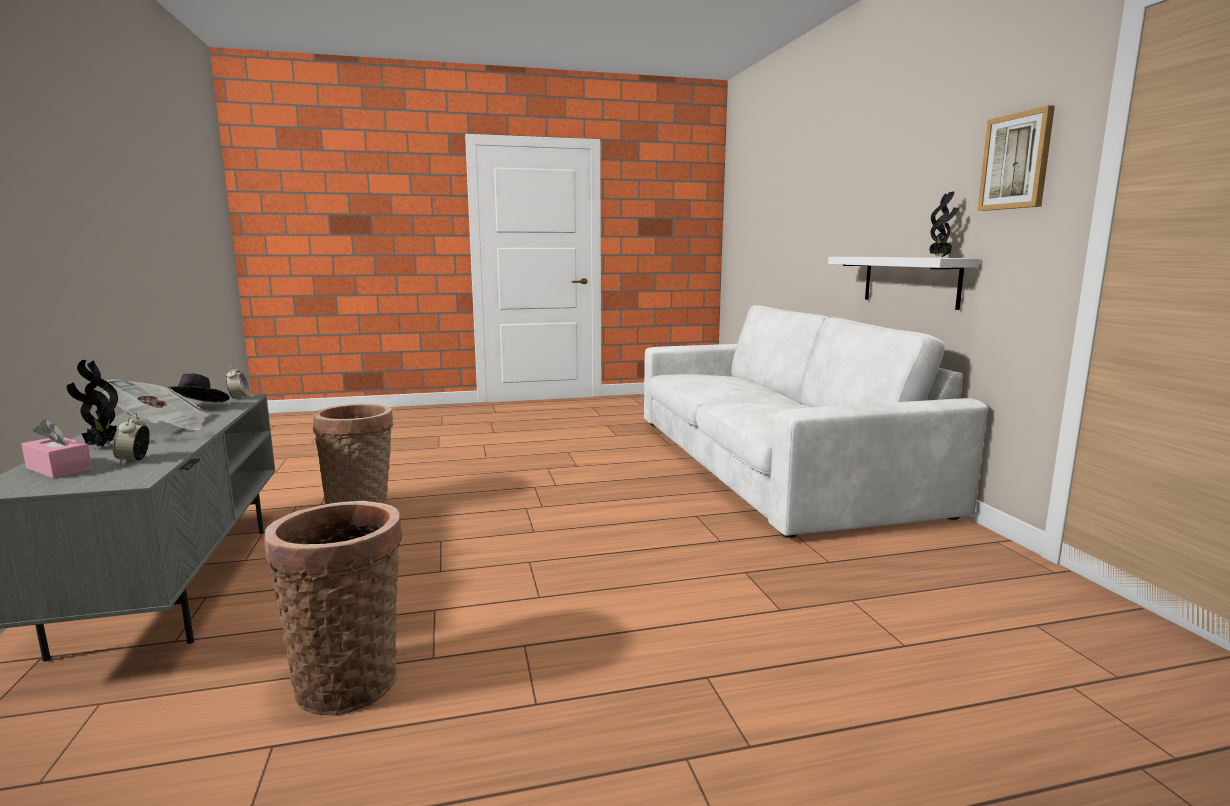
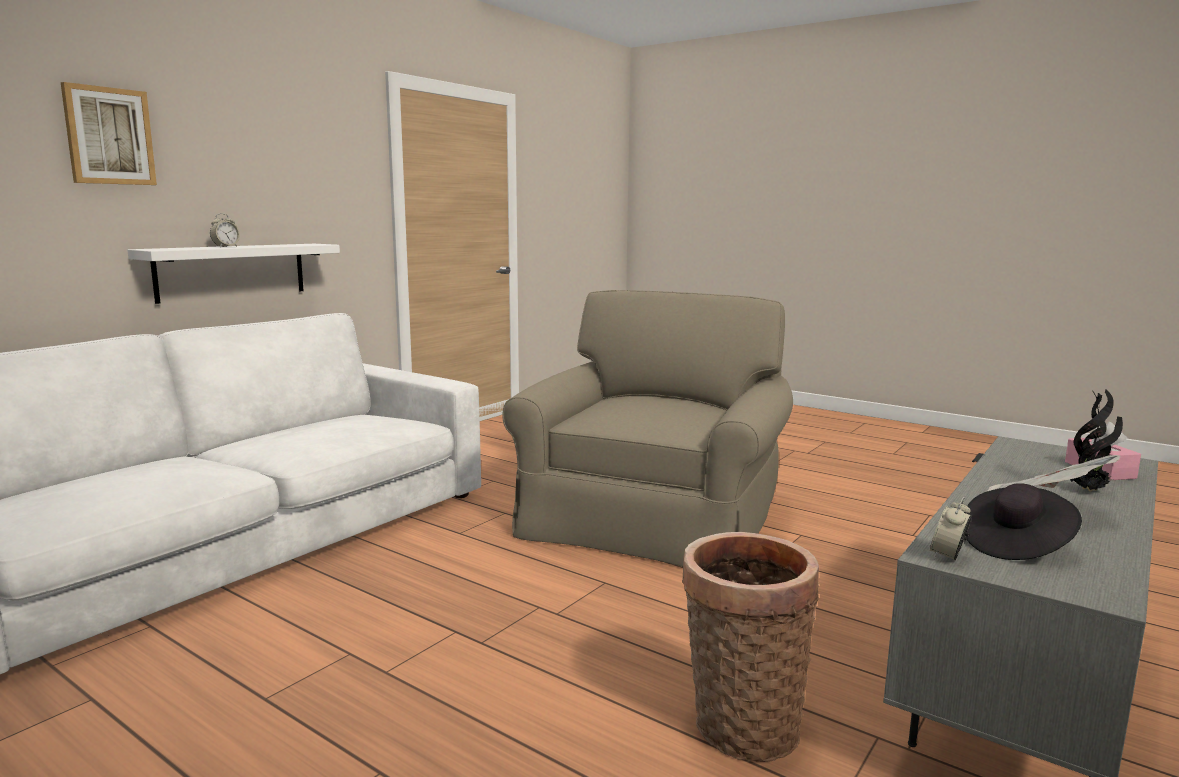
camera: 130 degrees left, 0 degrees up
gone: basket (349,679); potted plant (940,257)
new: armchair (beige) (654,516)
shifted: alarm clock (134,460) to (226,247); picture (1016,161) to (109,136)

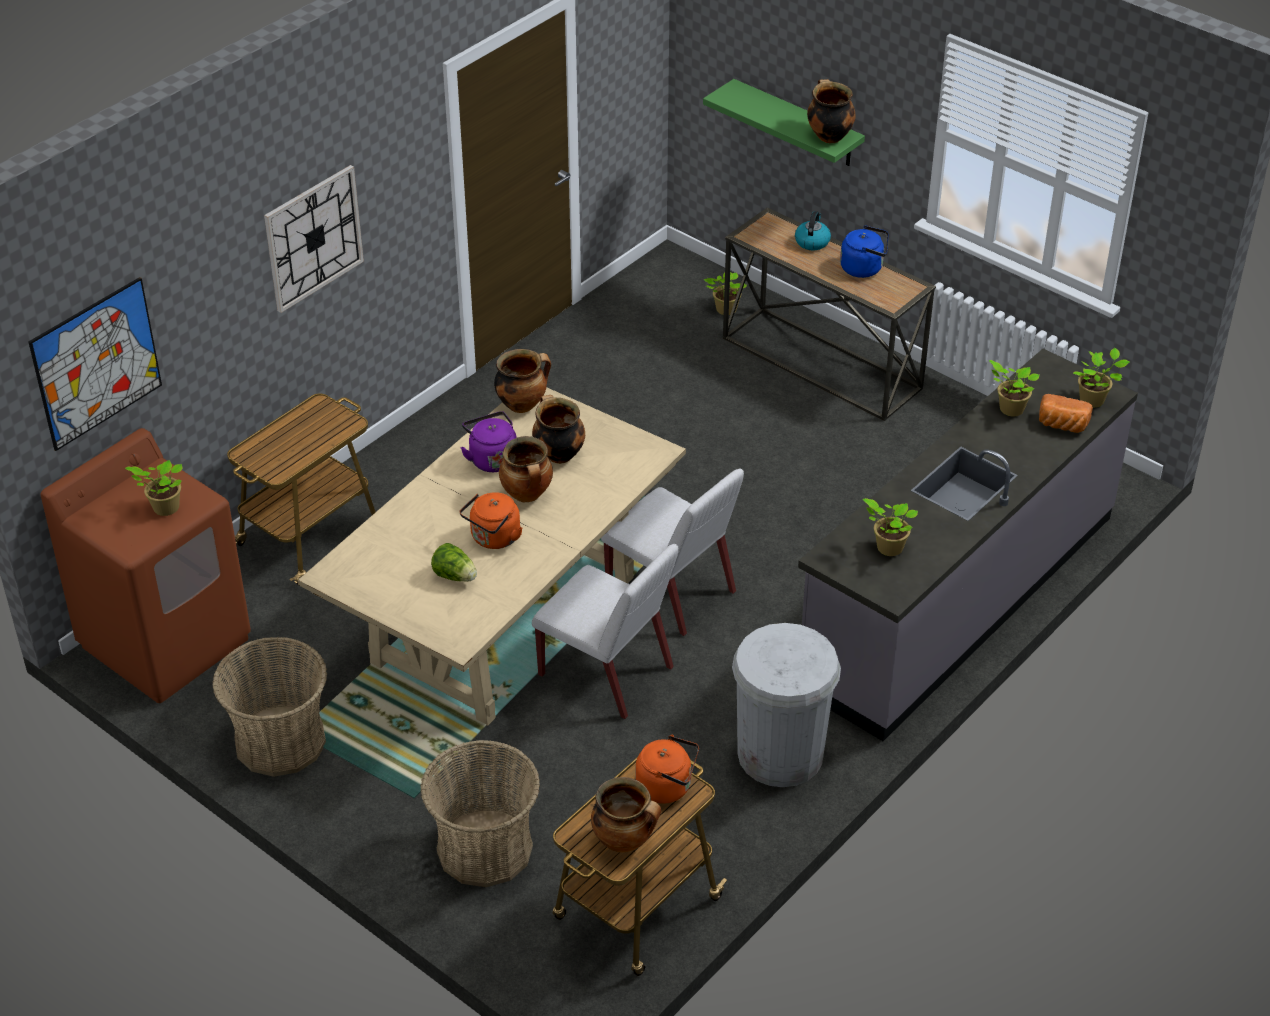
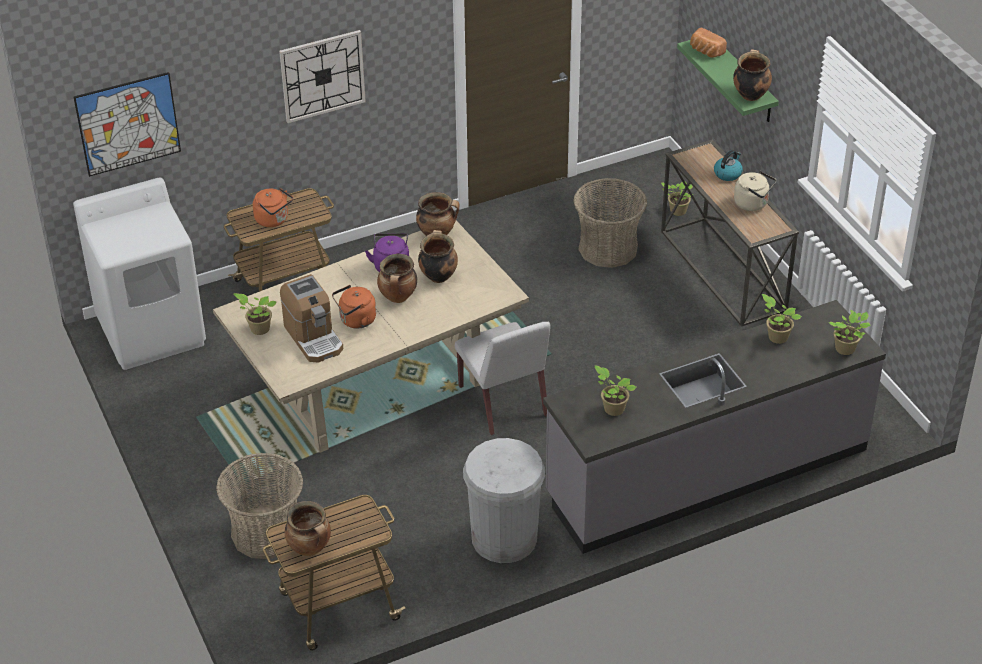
camera: 25 degrees right, 0 degrees up
gone: chair (white) (607,672)
shifted: potted plant (164,508) to (258,329); basket (280,741) to (608,248); kettle (orange) (667,787) to (273,220); bread (1061,425) to (705,52)
swapped: lettuce (455,576) to coffee machine (313,338)
repainted: washing machine (brown) (166,642) to washing machine (white) (152,331); kettle (blue) (864,268) to kettle (beige) (753,204)

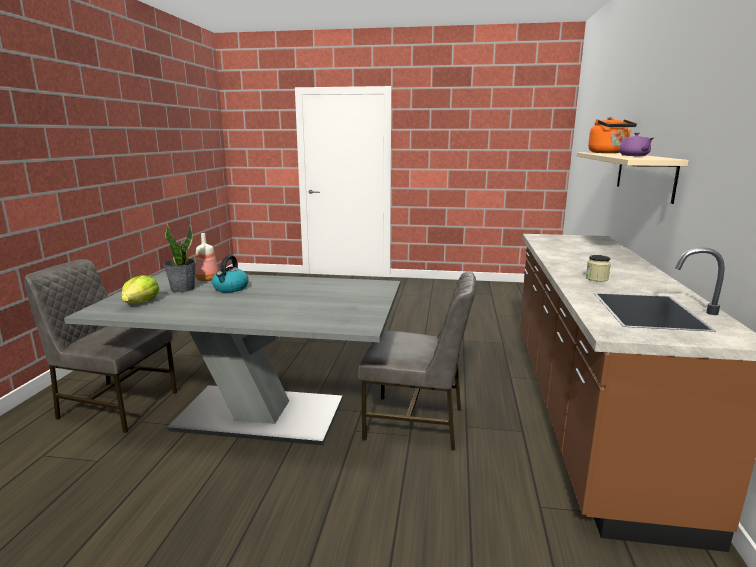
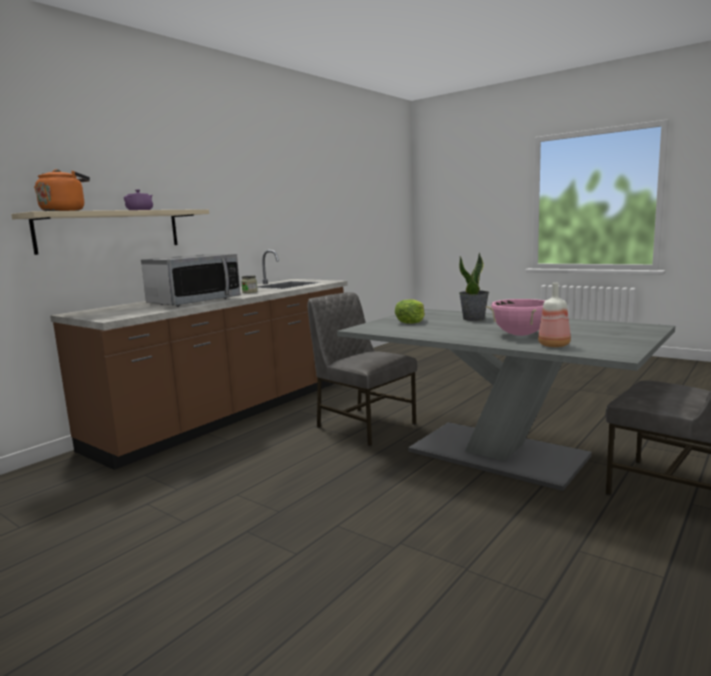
camera: 150 degrees left, 5 degrees down
new: microwave (194,301)
shifted: lettuce (141,303) to (411,322); potted plant (182,289) to (474,319)
swapped: kettle (230,288) to cooking pot (pink) (520,335)

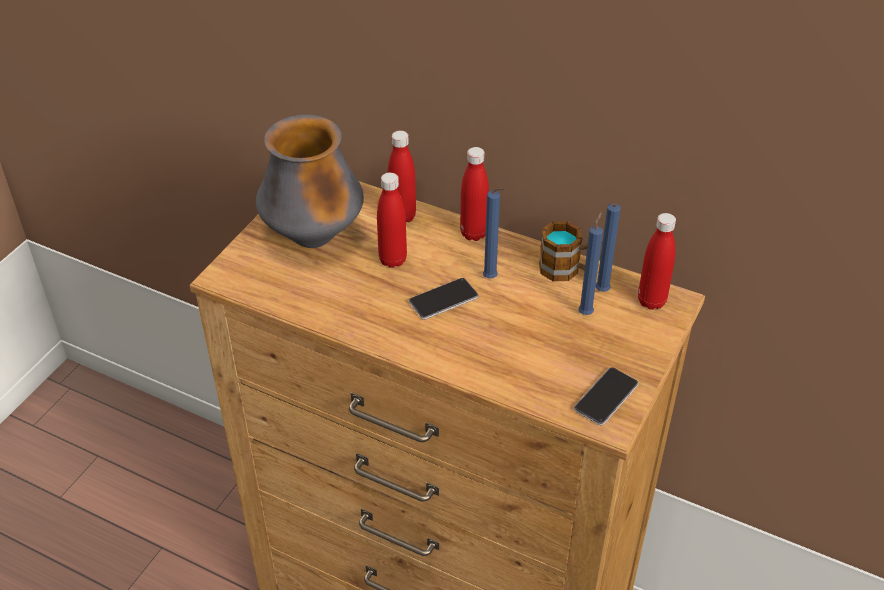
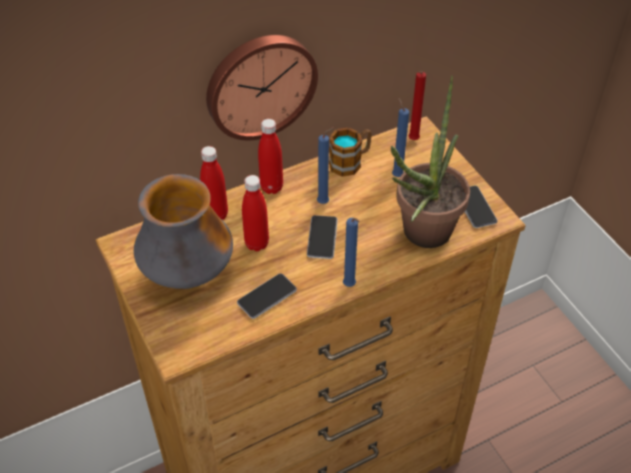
camera: 55 degrees left, 5 degrees up
new: wall clock (259,85); phone (267,297); potted plant (421,237)
shifted: candle (blue) (601,292) to (350,286)
swapped: bottle (red) (651,301) to candle (red) (412,141)

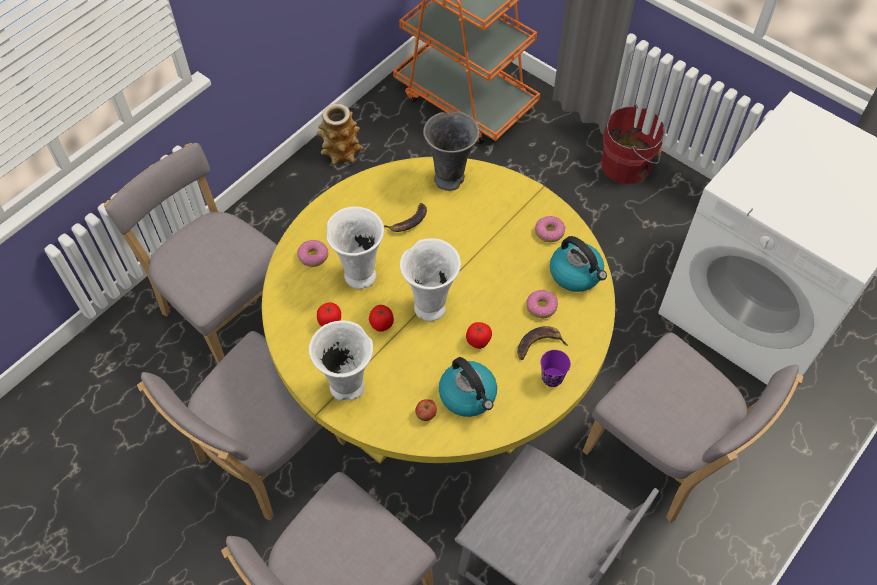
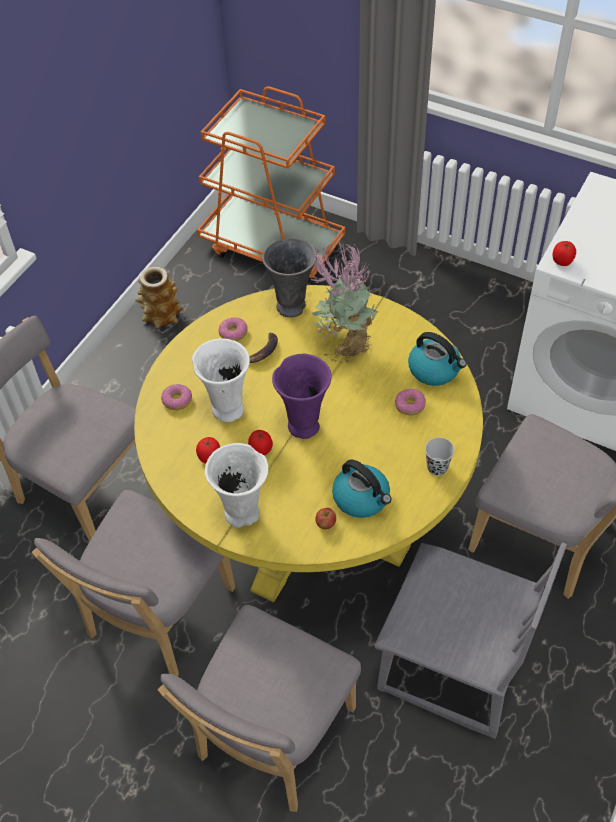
camera: 10 degrees left, 5 degrees down
gone: banana (539,344); bucket (red) (628,164)
new: potted plant (344,344)
shifted: tomato (478,341) to (562,261); donut (549,232) to (233,333)
repainted: vase (white) (431,306) to vase (purple) (304,424); cup (purple) (552,378) to cup (black) (437,467)

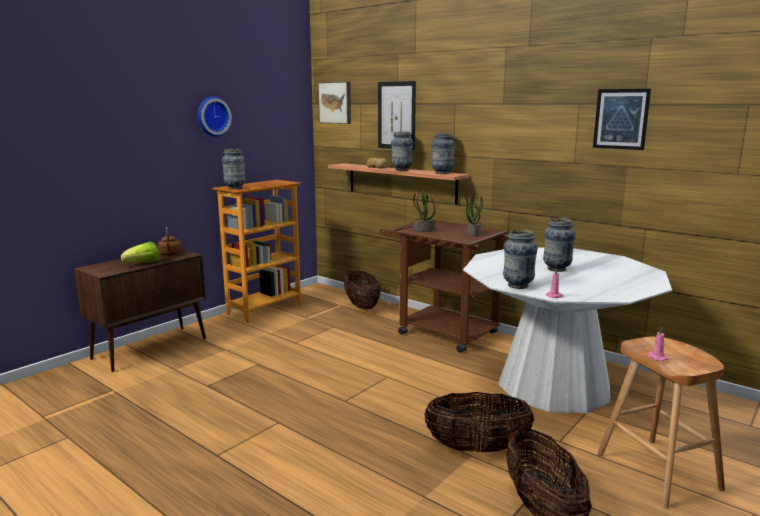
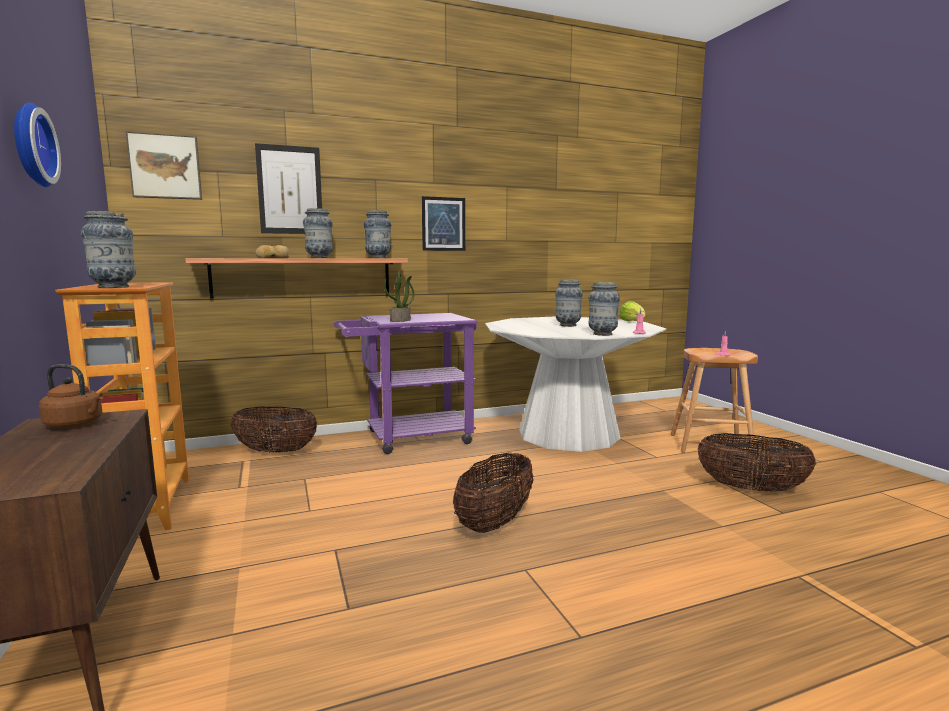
camera: 60 degrees left, 5 degrees down
gone: potted plant (473,234)
shifted: lettuce (143,264) to (632,322); basket (477,448) to (495,522); picture (621,119) to (443,224)
repainted: cart (brown) (440,331) to cart (purple) (409,438)

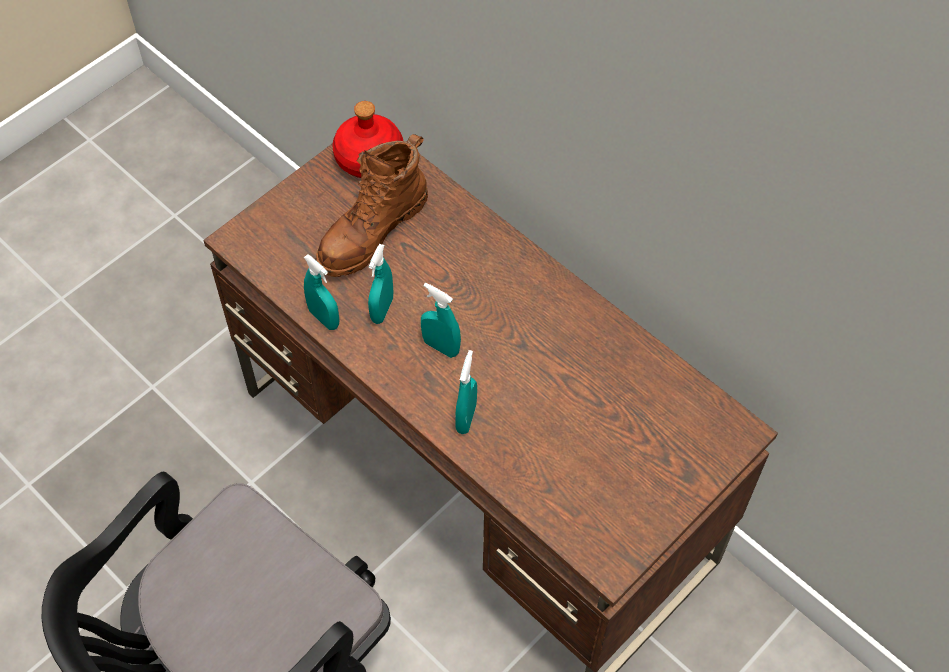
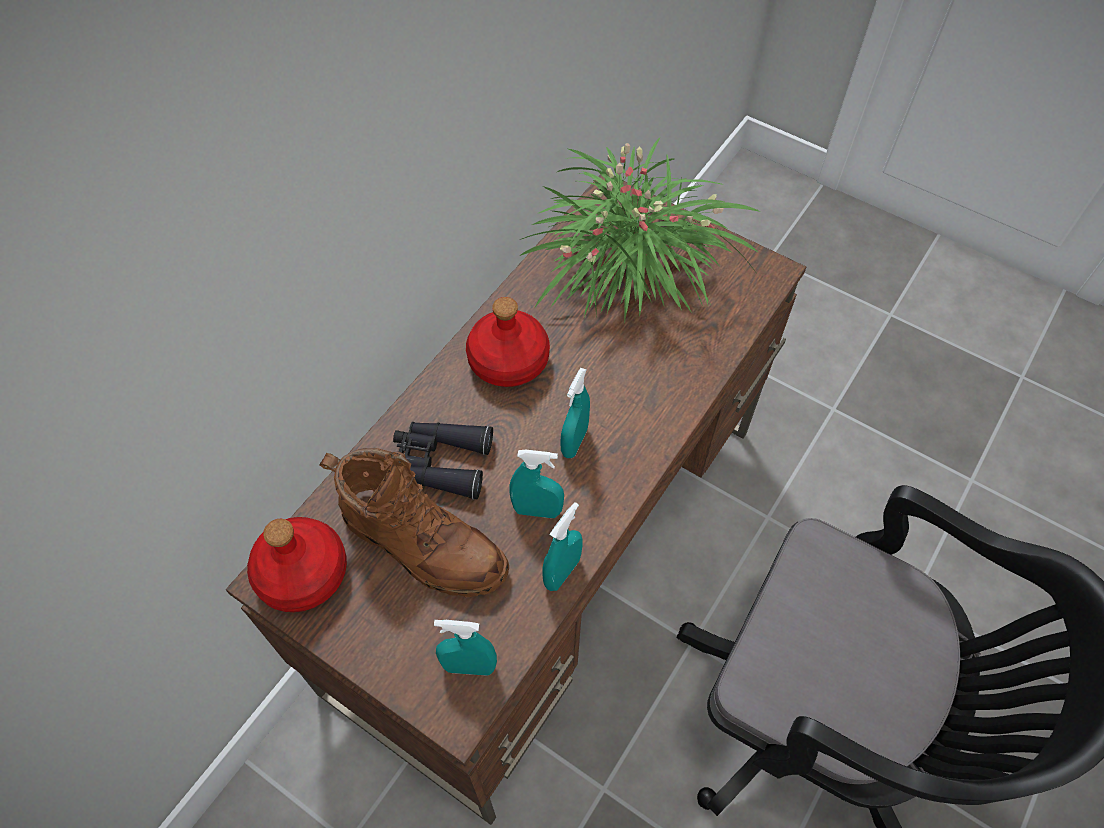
camera: 100 degrees left, 0 degrees up
new: binoculars (black) (439,462); bottle (red) (507,361); potted plant (628,267)
shifted: spray bottle (turquoise) (466,418) to (469,667)

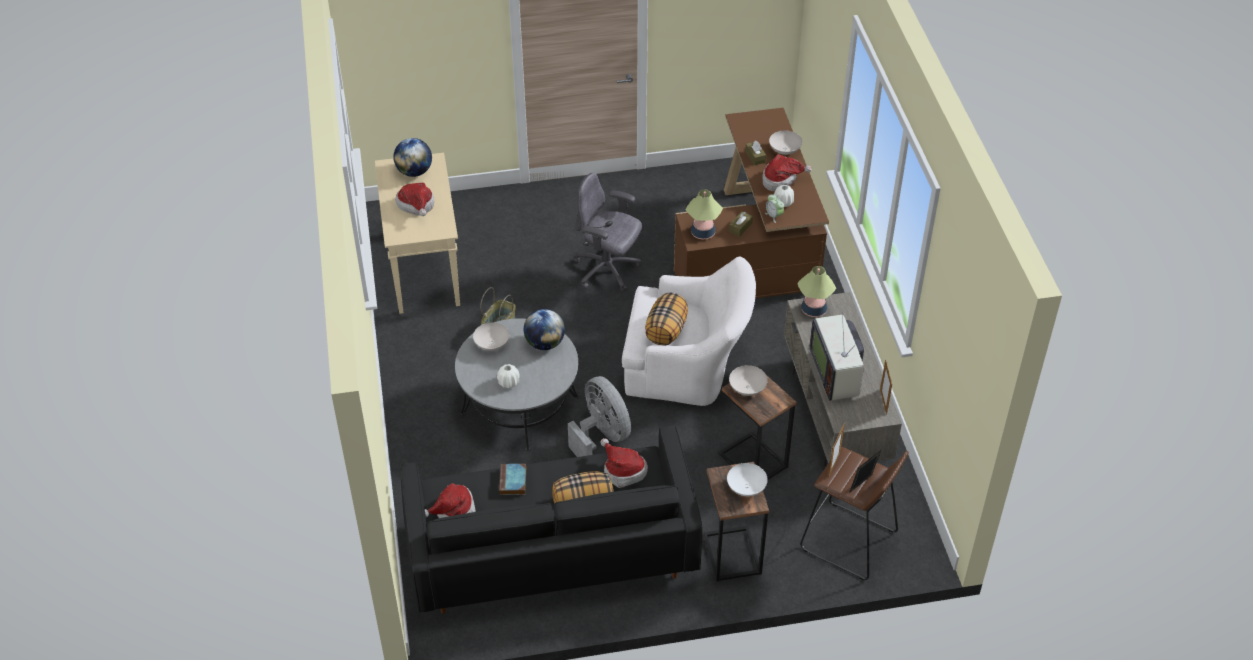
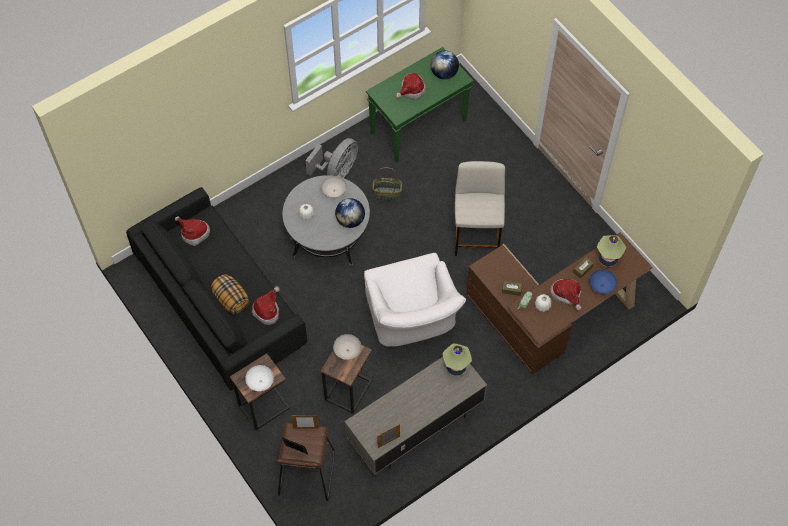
camera: 65 degrees right, 15 degrees up
gone: book (513,482); pillow (666,331); television (837,373)
shifted: fan (grey) (601,437) to (337,171); table lamp (702,232) to (607,259)
swapped: office chair (grey) (607,271) to stool (beige) (477,233)
repainted: console table (beige) (423,268) to console table (green) (419,126); bowl (white) (784,150) to bowl (blue) (602,286)

